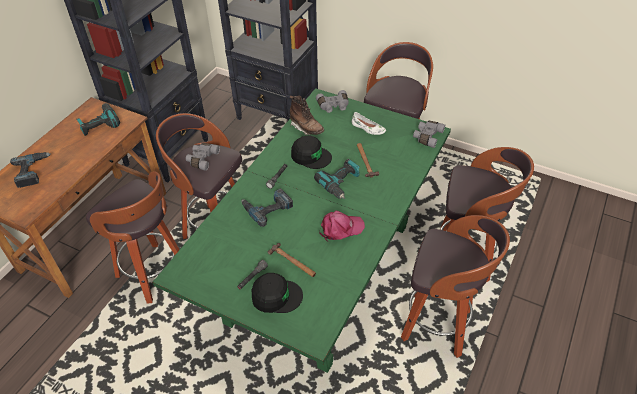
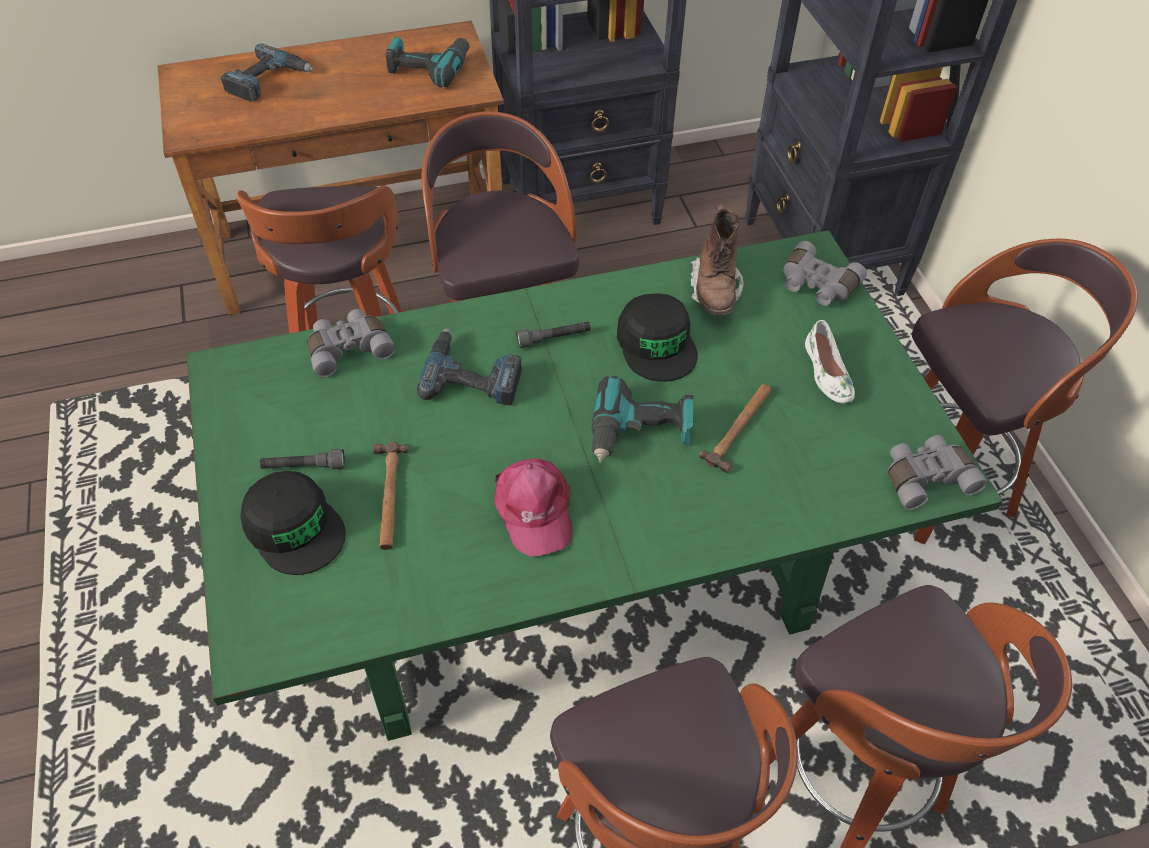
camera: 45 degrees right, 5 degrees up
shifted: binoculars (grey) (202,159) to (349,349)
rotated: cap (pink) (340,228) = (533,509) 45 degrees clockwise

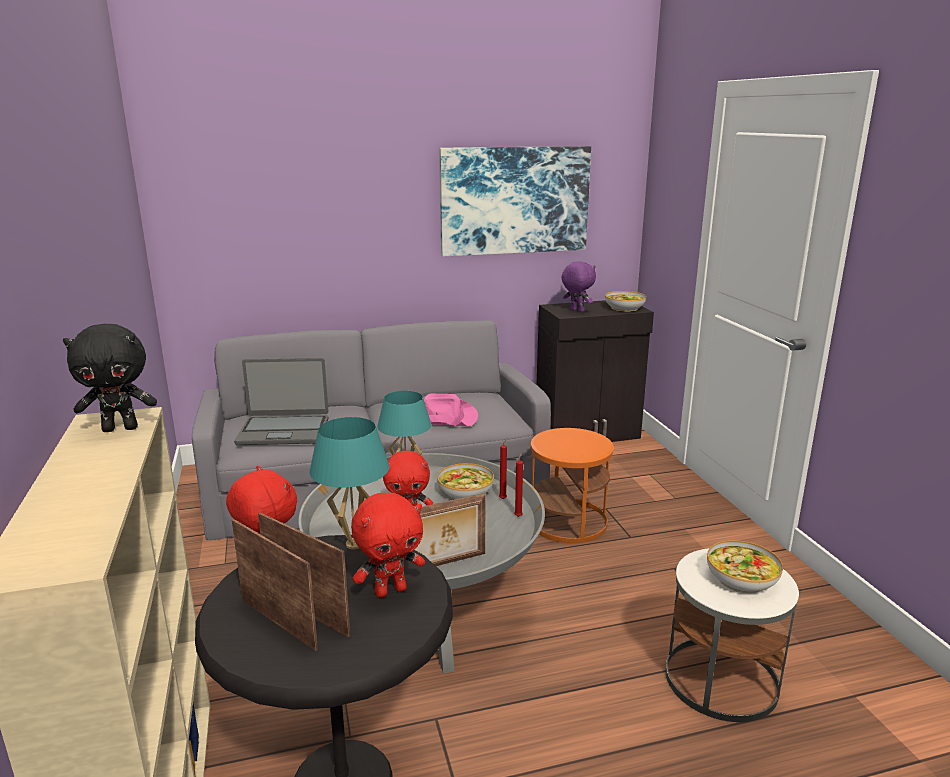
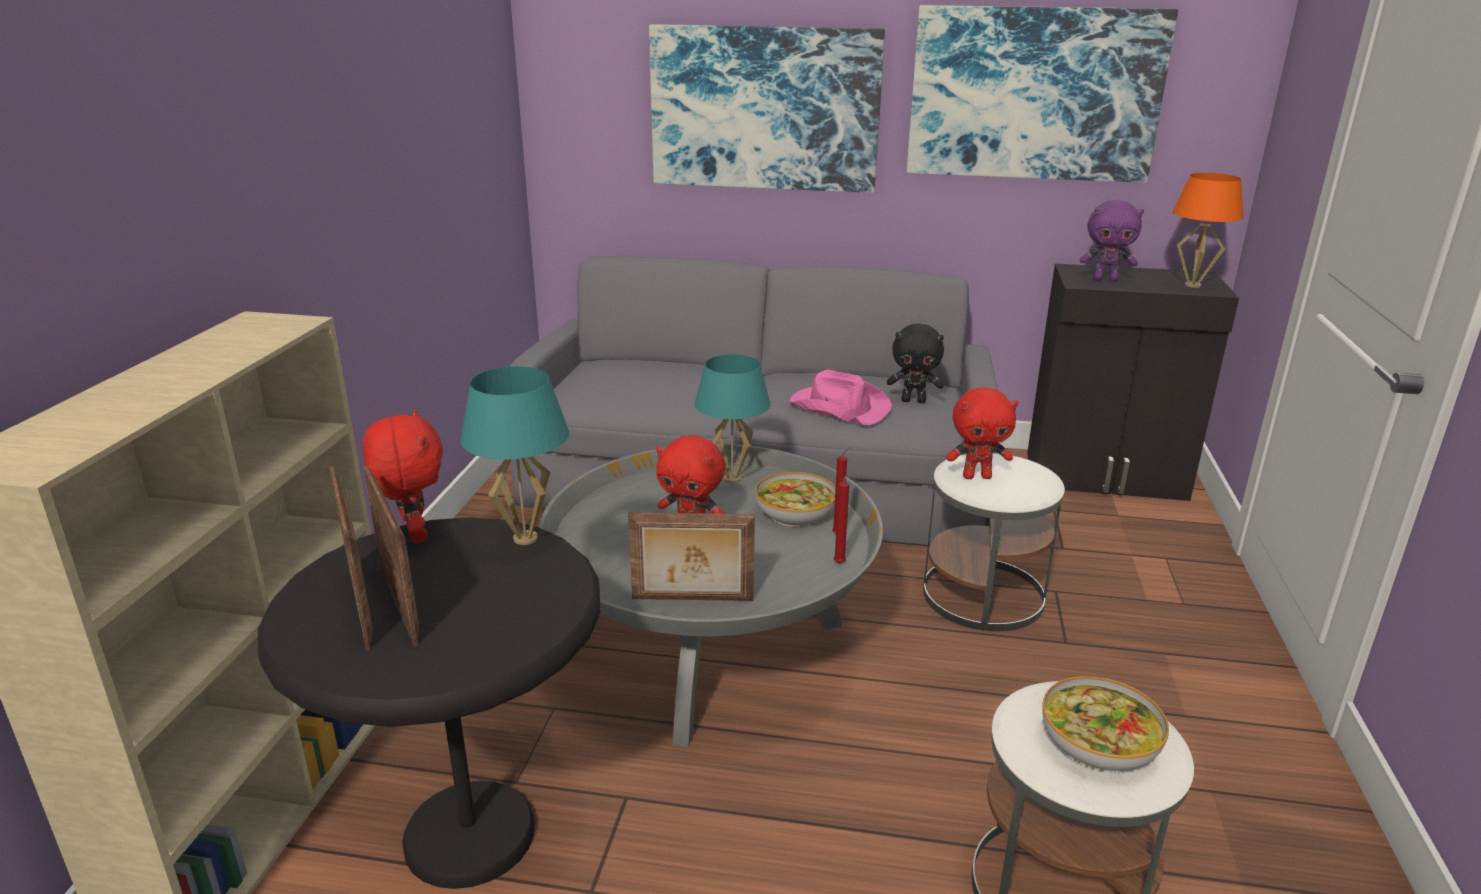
camera: 25 degrees right, 5 degrees up
gone: laptop (284,431)
new: picture (764,108)
shifted: plush toy (black) (121,428) to (913,401); plush toy (red) (390,590) to (977,476)
swapped: bowl (624,308) to table lamp (orange) (1192,285)
repainted: side table (orange) (568,521) to side table (white) (983,595)
rotated: plush toy (purple) (576,311) = (1105,279) 120 degrees clockwise

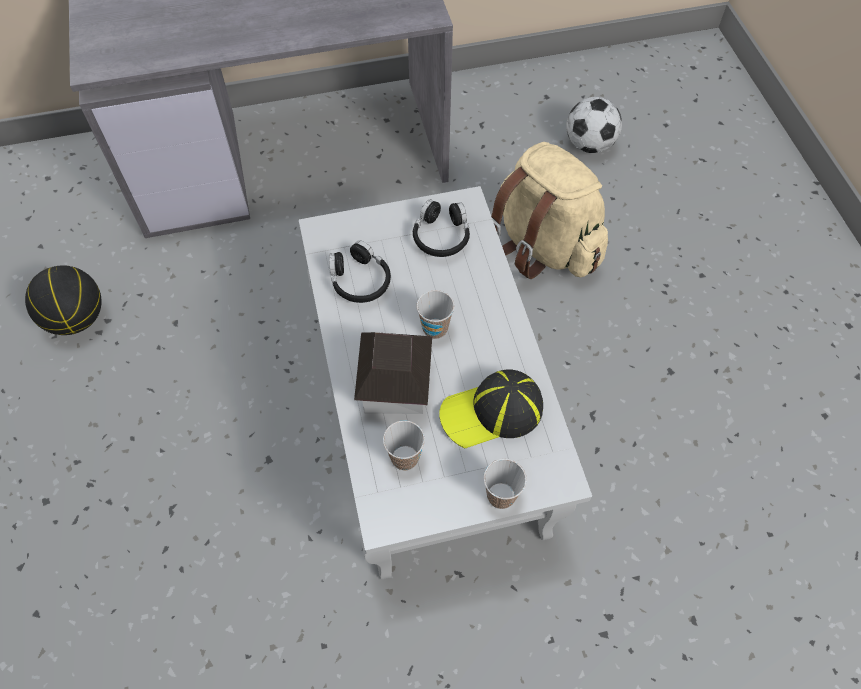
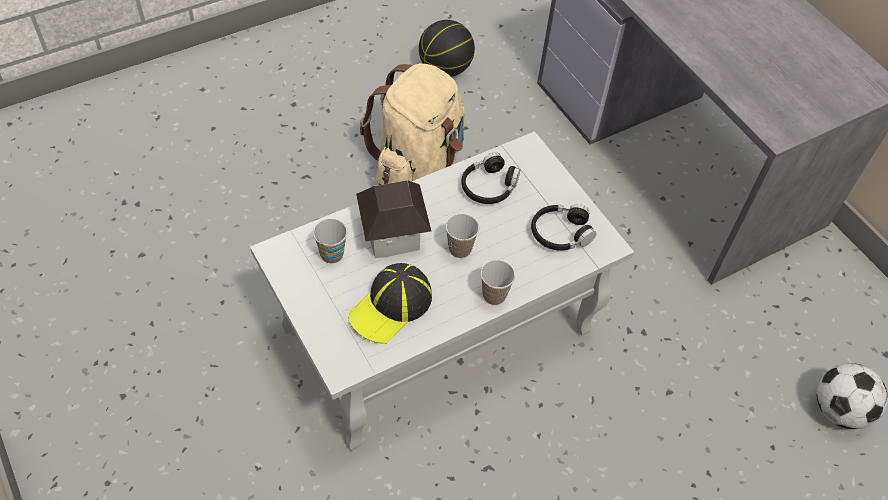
camera: 70 degrees right, 5 degrees down
shifted: cup (501,496) to (494,295); backpack (beige) (543,246) to (417,164)
rotated: cap (492,412) = (391,306) 105 degrees counterclockwise

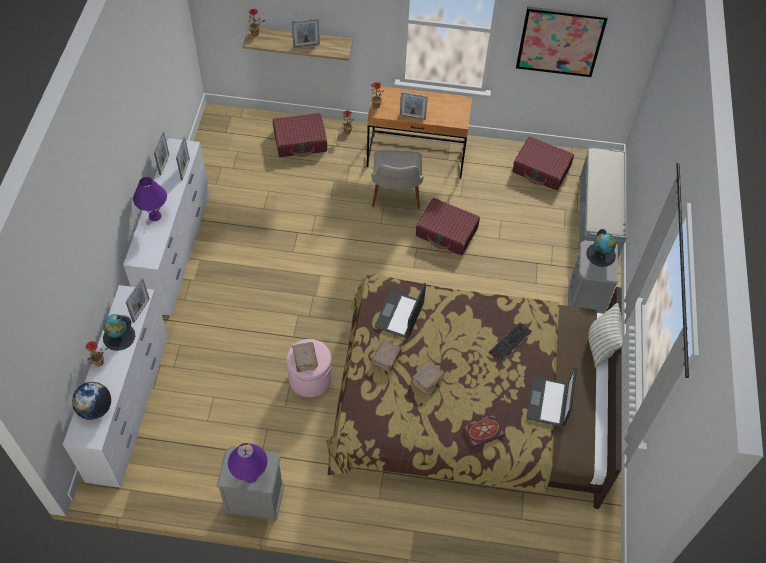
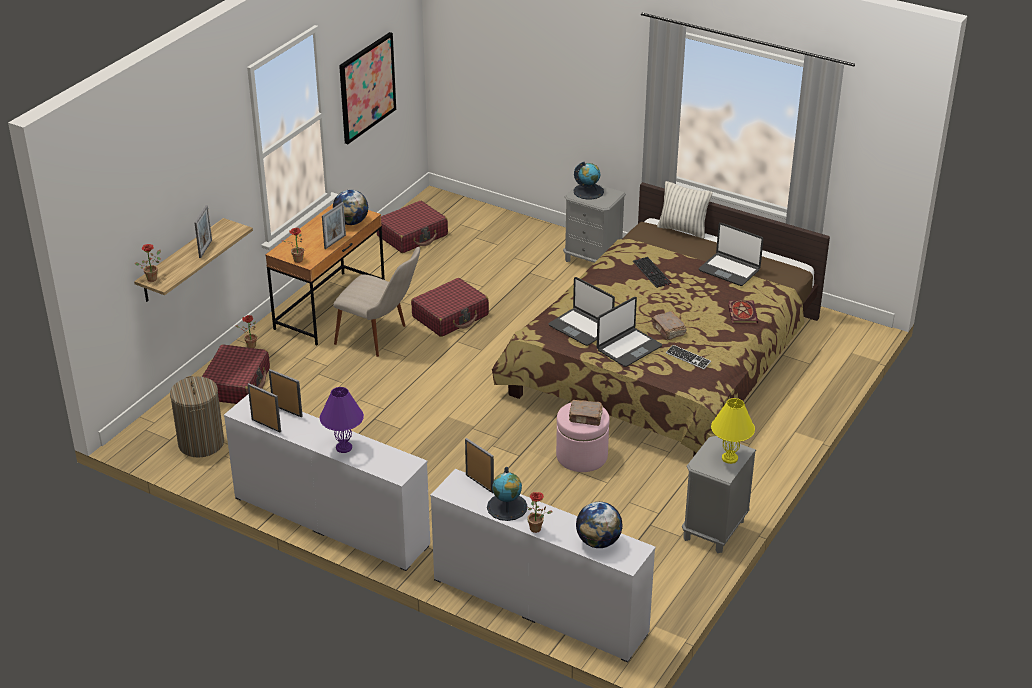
camera: 65 degrees left, 20 degrees down
gone: bench (grey) (596,222)
new: laundry basket (201,443); globe (351,222); keyboard (688,358)
swapped: book (brown) (387,358) to laptop (628,348)
repainted: table lamp (purple) (251,476) to table lamp (yellow) (729,458)

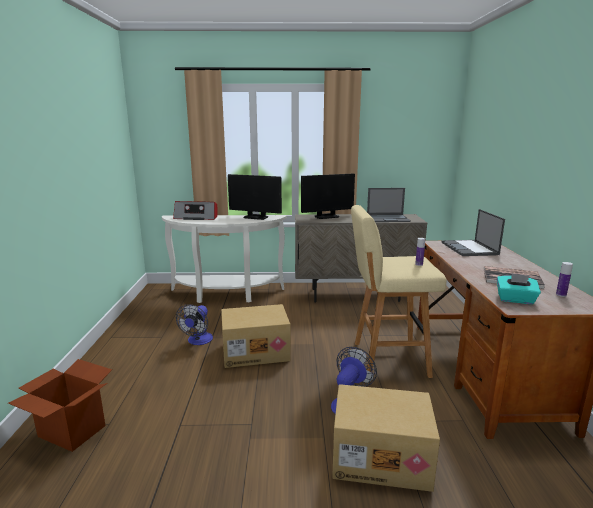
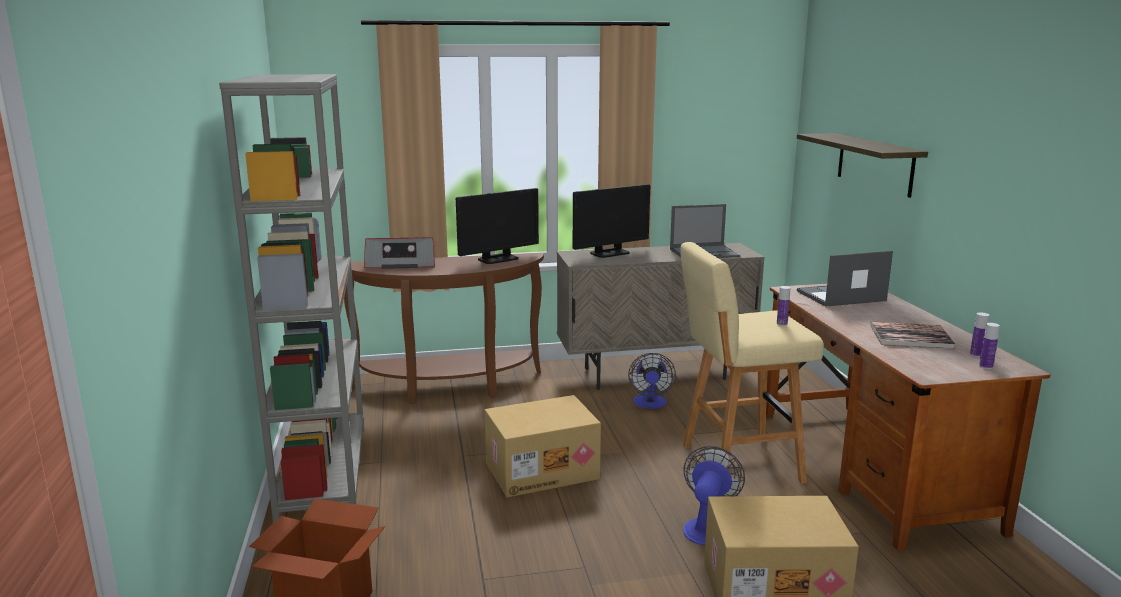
camera: 10 degrees left, 0 degrees up
gone: tissue box (turquoise) (515,300)
new: bookcase (grey) (323,471); shelf (874,164); bottle (986,366)
shifted: fan (198,341) to (650,404)
repainted: console table (white) (226,295) to console table (brown) (450,388)
rotated: monitor (256,217) = (498,259) 45 degrees counterclockwise; laptop (469,248) = (840,296) 90 degrees clockwise

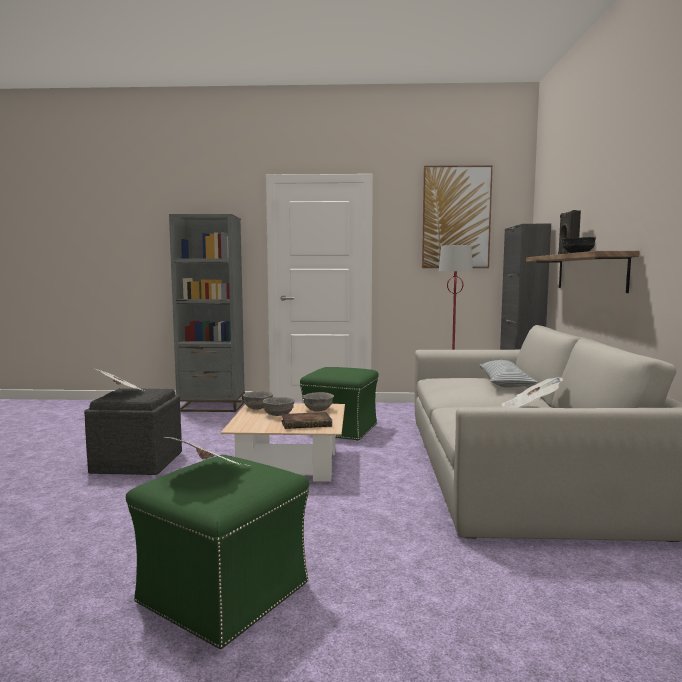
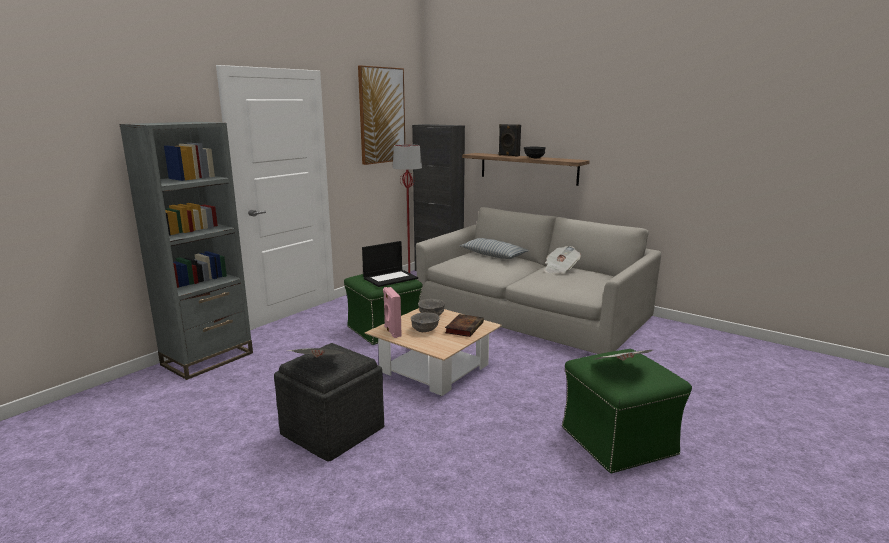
camera: 55 degrees left, 10 degrees up
new: laptop (390,278)
swapped: bowl (grey) (258,408) to speaker (pink) (392,332)

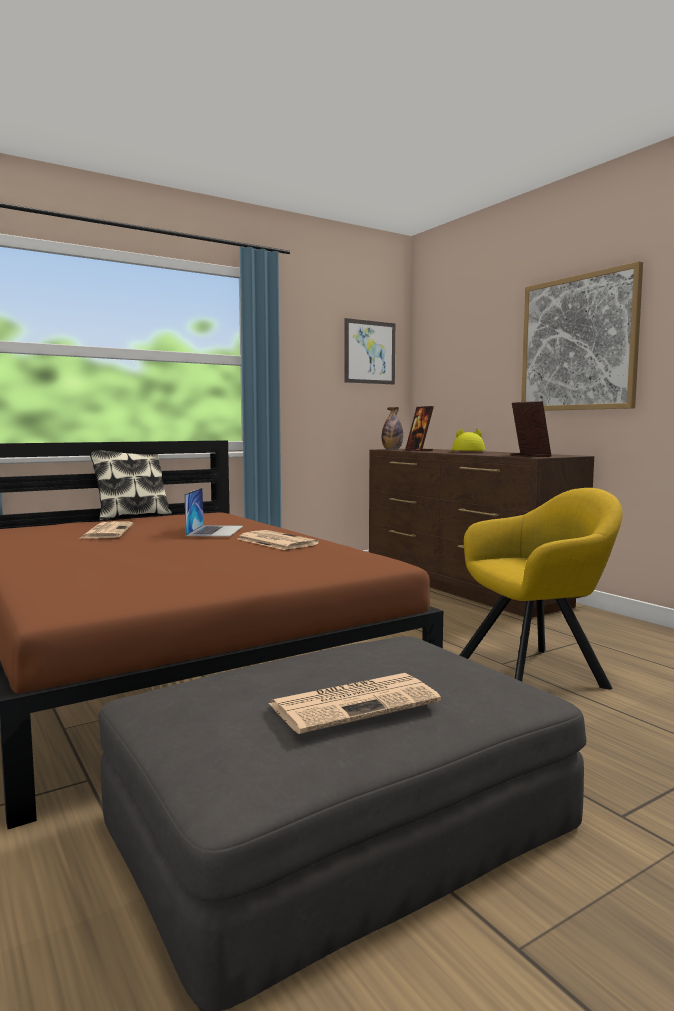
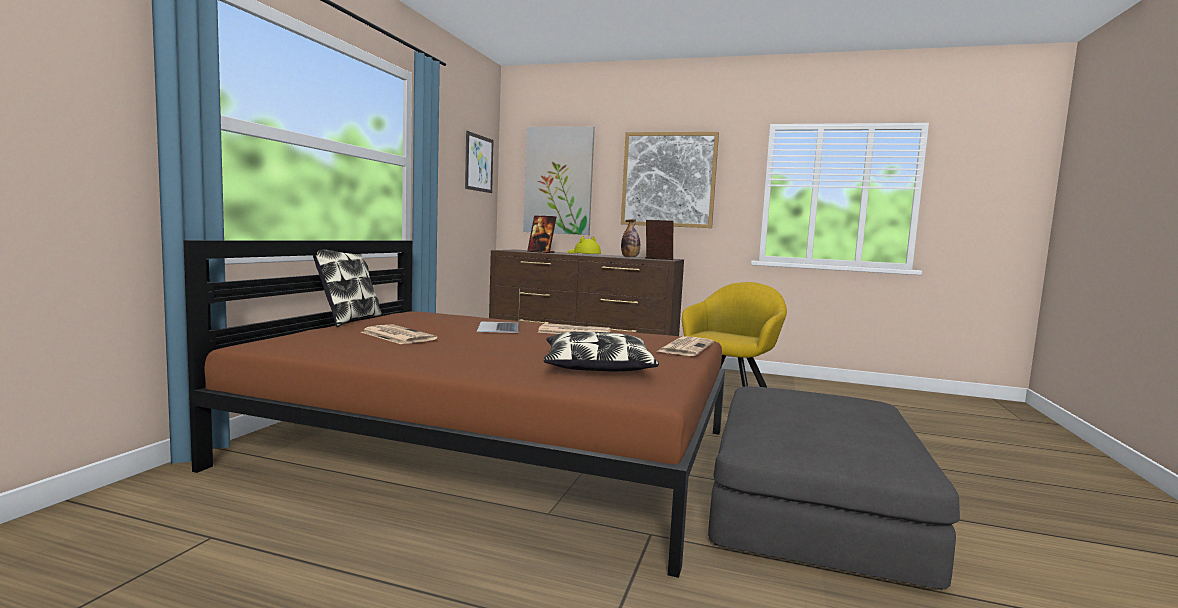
camera: 40 degrees left, 0 degrees up
new: picture (558,181); pillow (597,367)
shifted: newspaper (355,703) to (685,347); bottle (392,449) to (630,257)
rotated: laptop (215,531) = (499,327) 150 degrees counterclockwise

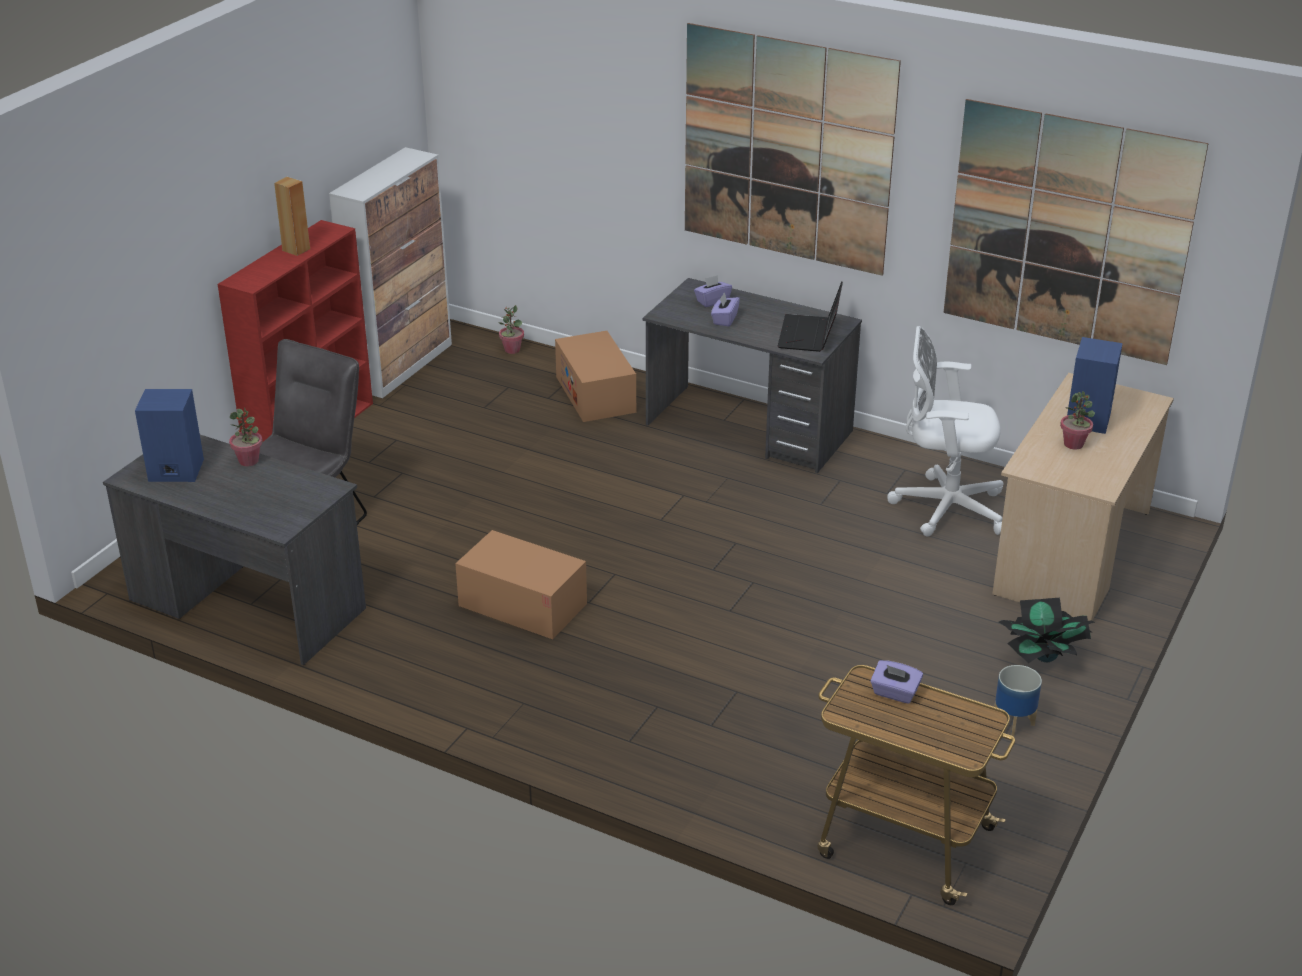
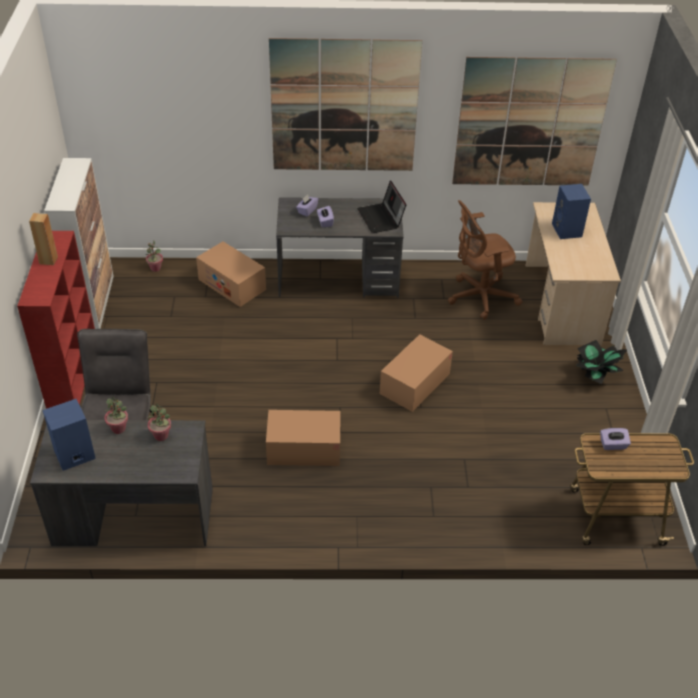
camera: 30 degrees left, 10 degrees up
gone: planter (1014,722)
new: cardboard box (415,383)
shifted: potted plant (1073,444) to (161,436)
repainted: office chair (white) (943,507) to office chair (brown) (479,297)

